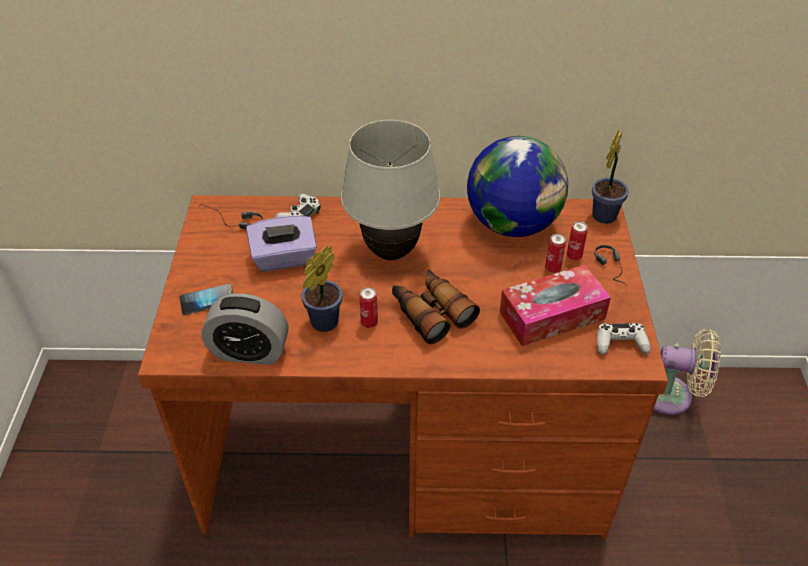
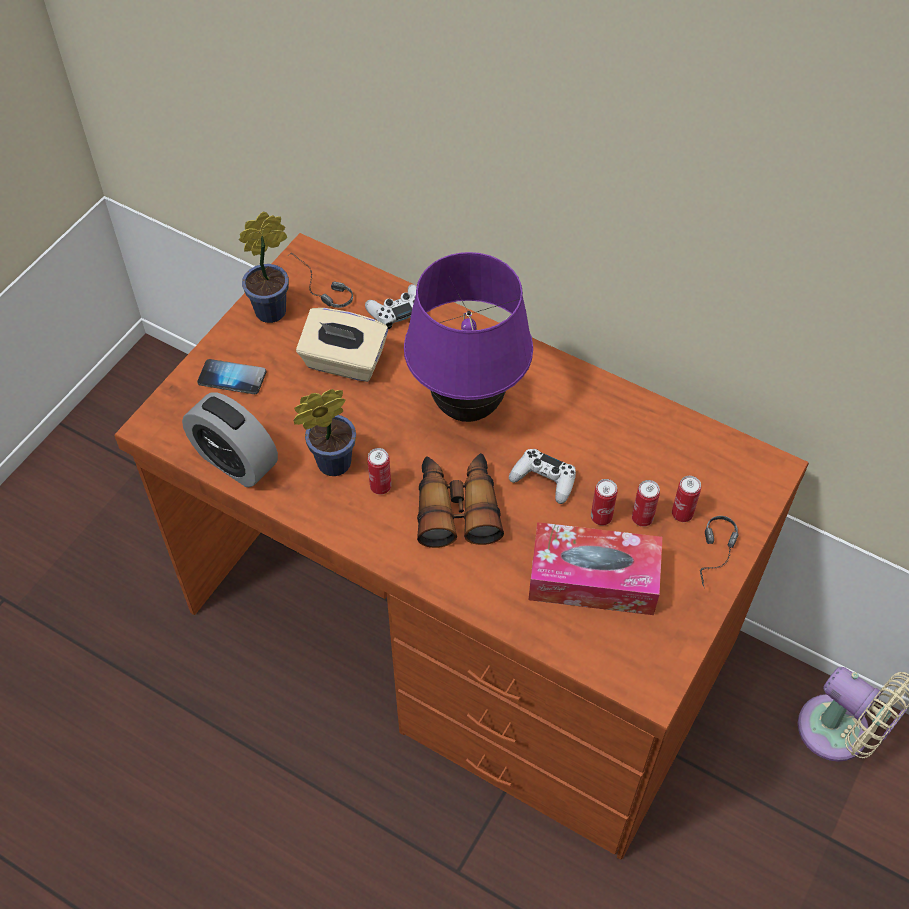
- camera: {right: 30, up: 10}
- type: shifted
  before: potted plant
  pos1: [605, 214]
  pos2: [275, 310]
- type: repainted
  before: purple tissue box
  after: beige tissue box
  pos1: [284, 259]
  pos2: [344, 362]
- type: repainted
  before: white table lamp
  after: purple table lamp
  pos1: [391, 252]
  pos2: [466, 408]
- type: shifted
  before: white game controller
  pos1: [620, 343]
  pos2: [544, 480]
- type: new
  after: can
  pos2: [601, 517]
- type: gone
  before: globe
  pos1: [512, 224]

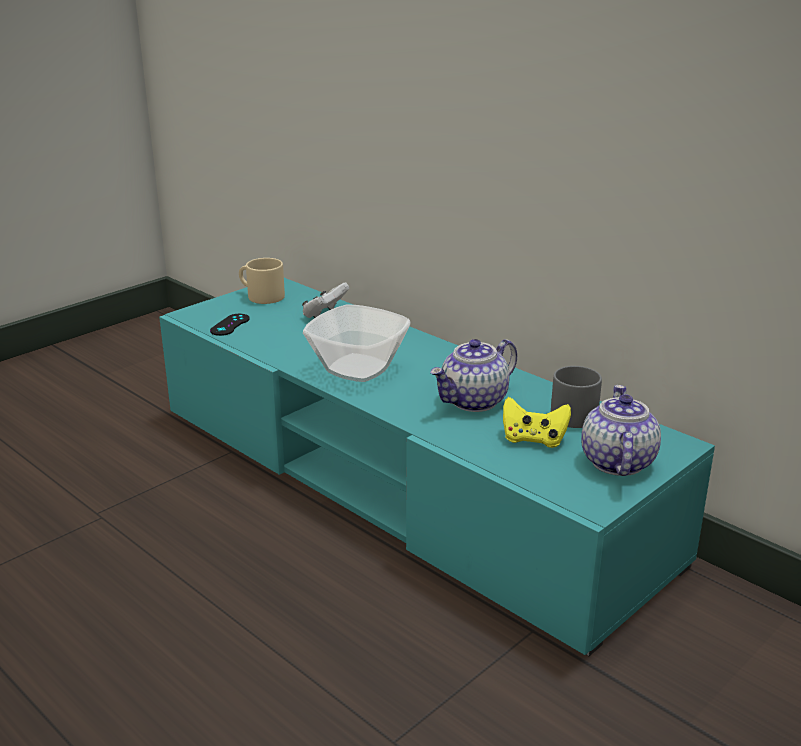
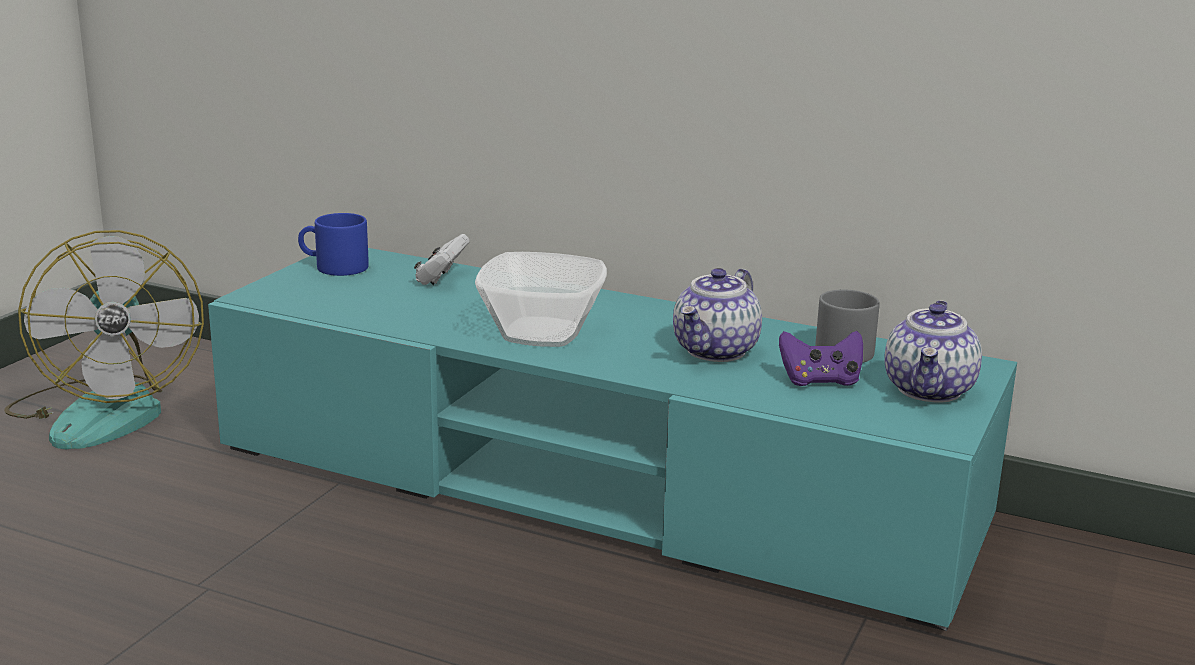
- camera: {right: -20, up: -5}
- type: new
  after: fan
  pos2: [105, 411]
- type: repainted
  before: beige mug
  after: blue mug
  pos1: [260, 296]
  pos2: [333, 267]
- type: repainted
  before: yellow game controller
  after: purple game controller
  pos1: [533, 439]
  pos2: [820, 381]
- type: rotated
  before: teapot
  pos1: [616, 462]
  pos2: [930, 390]
  turn: -150
- type: gone
  before: black game controller
  pos1: [230, 325]

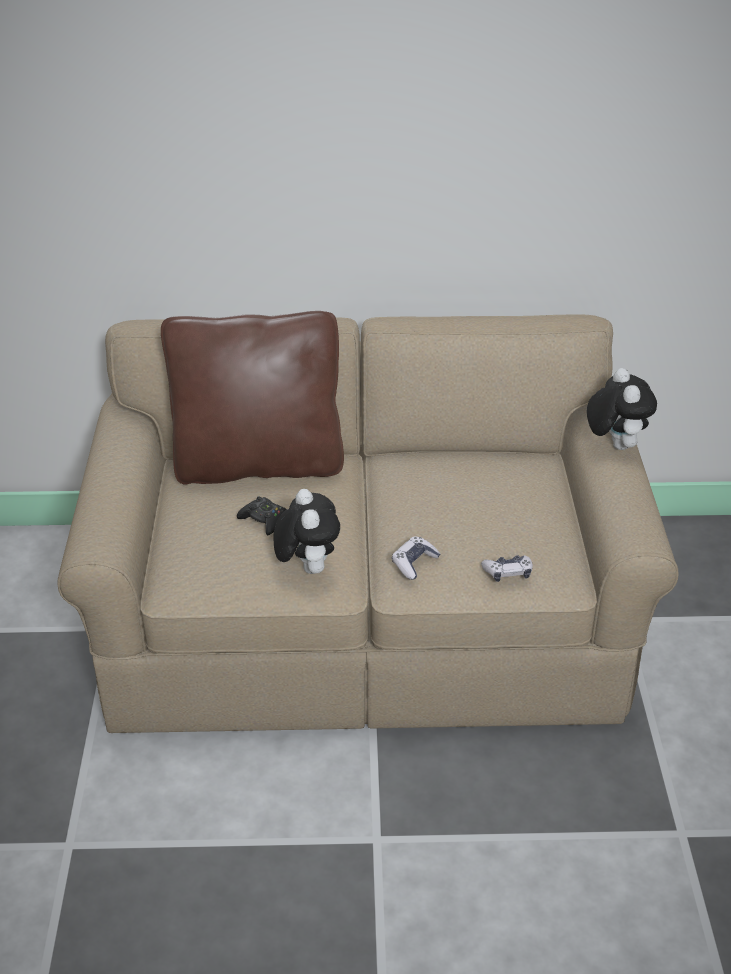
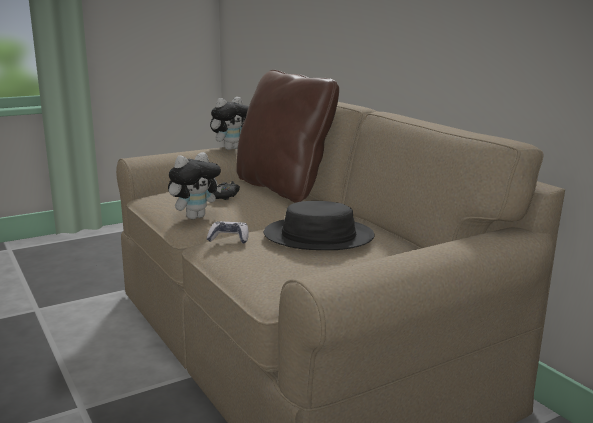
- camera: {right: 60, up: -20}
- type: shifted
  before: plush toy
  pos1: [614, 444]
  pos2: [231, 148]
- type: new
  after: black hat
  pos2: [318, 236]
- type: gone
  before: game controller
  pos1: [508, 573]

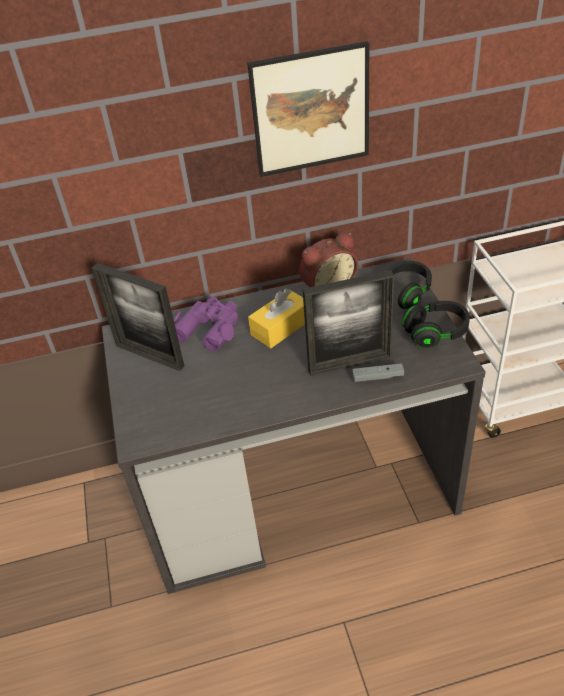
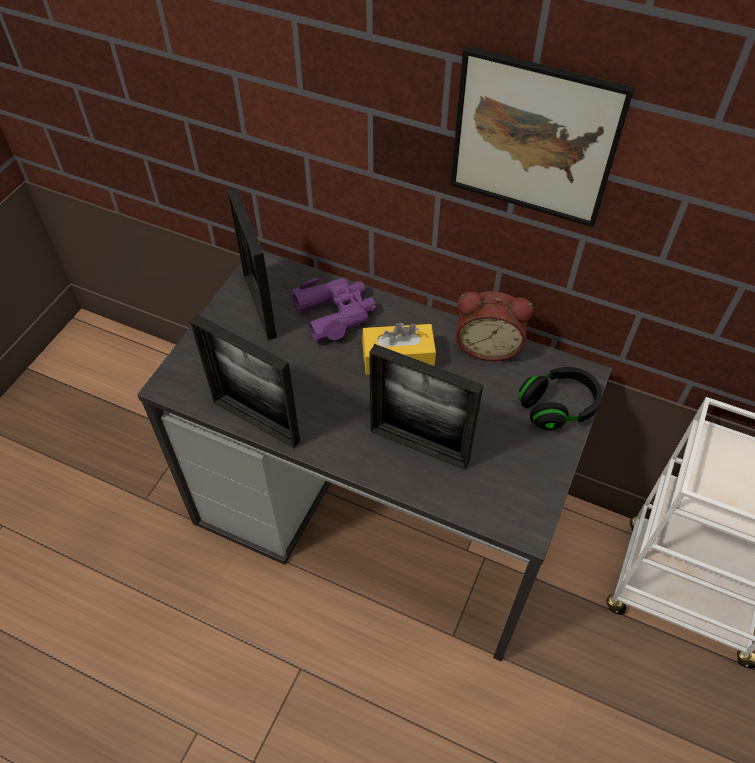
- camera: {right: 35, up: 10}
- type: new
  after: picture frame
  pos2: [256, 421]
- type: gone
  before: grey game controller
  pos1: [378, 377]
- type: gone
  before: black headphones
  pos1: [436, 333]

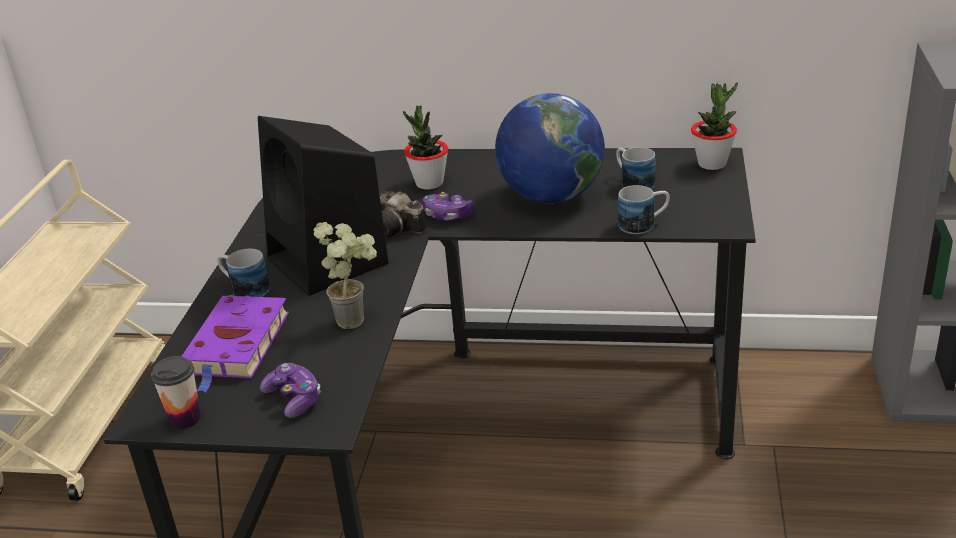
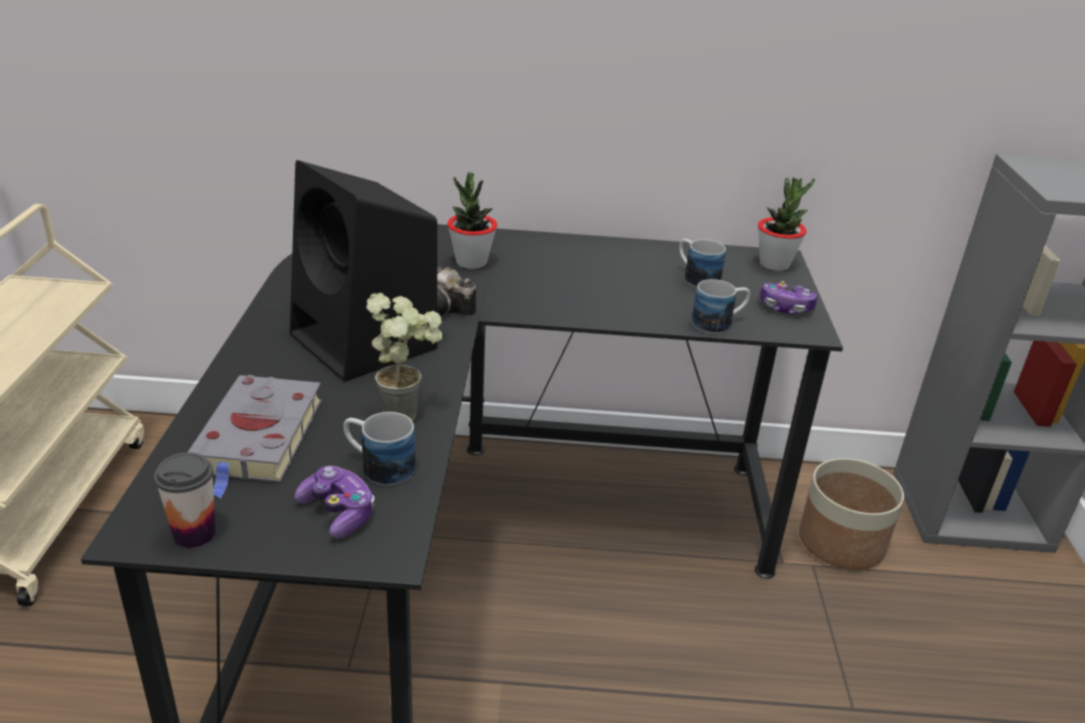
- camera: {right: -10, up: 0}
- type: repainted
  before: purple book
  after: grey book
  pos1: [236, 346]
  pos2: [257, 439]
- type: shifted
  before: mug
  pos1: [244, 289]
  pos2: [378, 466]
- type: shifted
  before: game controller
  pos1: [448, 215]
  pos2: [785, 307]
- type: new
  after: planter
  pos2: [840, 542]
- type: gone
  before: globe
  pos1: [551, 196]

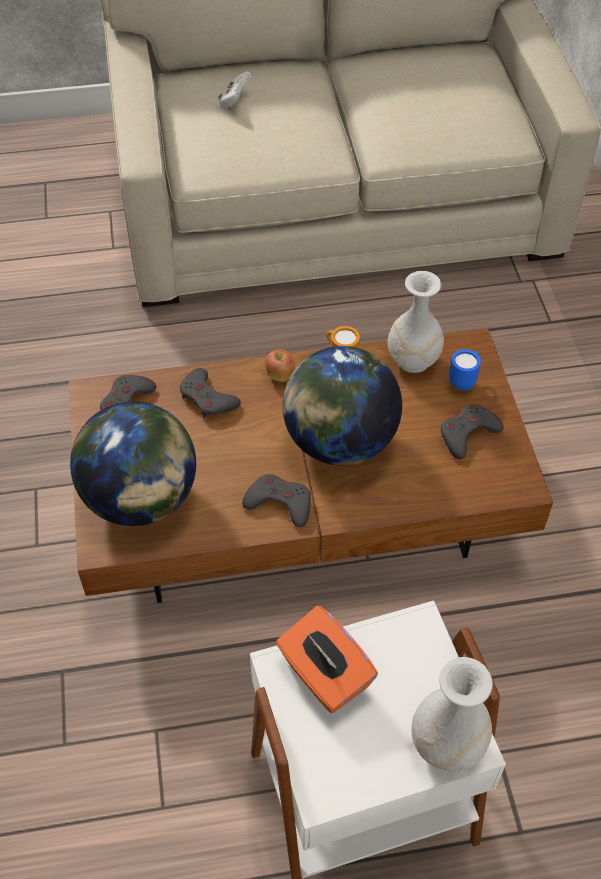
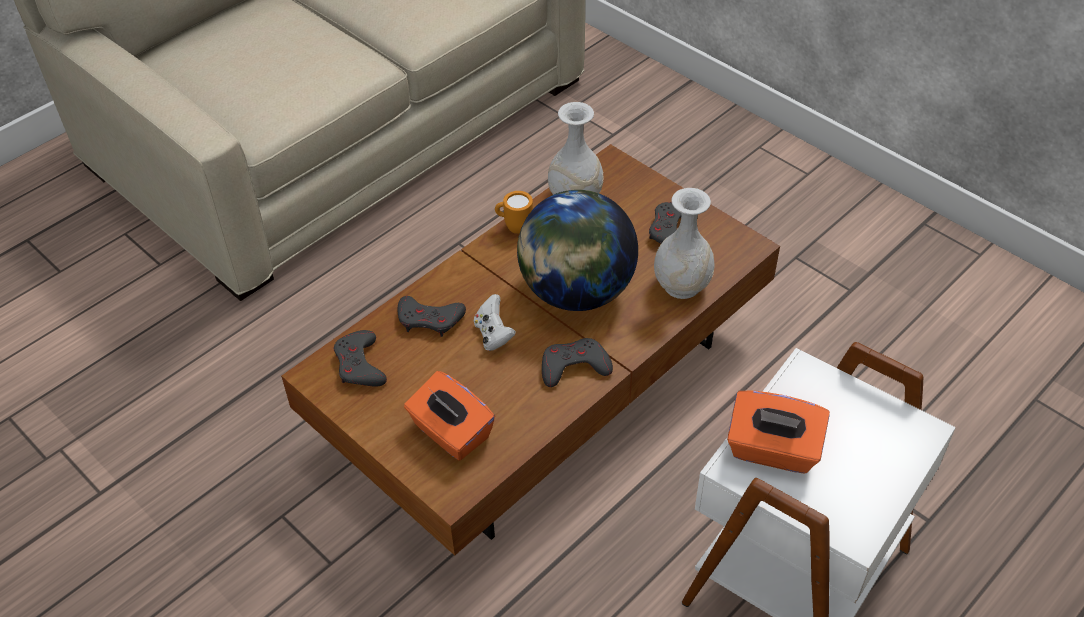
- camera: {right: -35, up: -5}
- type: swapped
  before: globe
  after: orange tissue box
  pos1: [141, 498]
  pos2: [451, 433]
- type: shifted
  before: white game controller
  pos1: [234, 101]
  pos2: [493, 335]
- type: shifted
  before: white vase
  pos1: [447, 745]
  pos2: [682, 286]
- type: gone
  before: apple
  pos1: [280, 375]
- type: gone
  before: blue mug
  pos1: [464, 381]

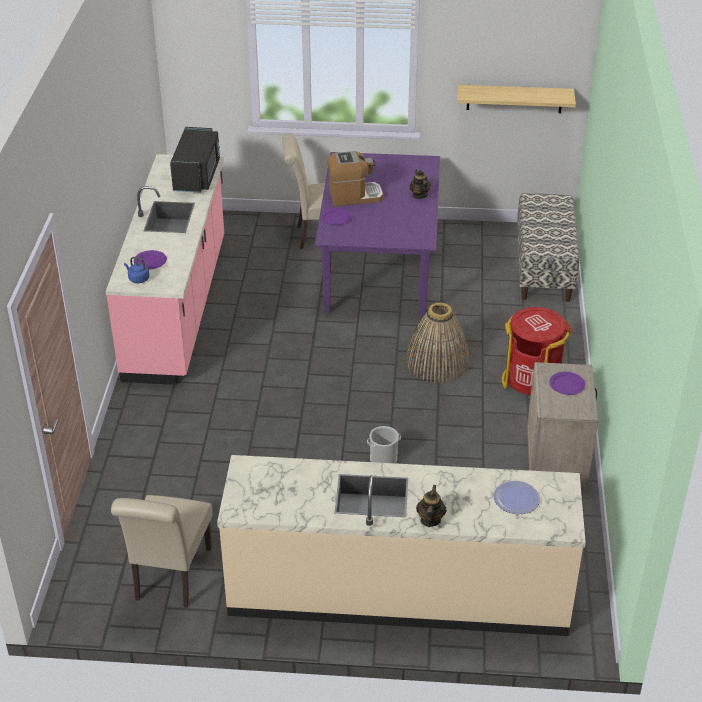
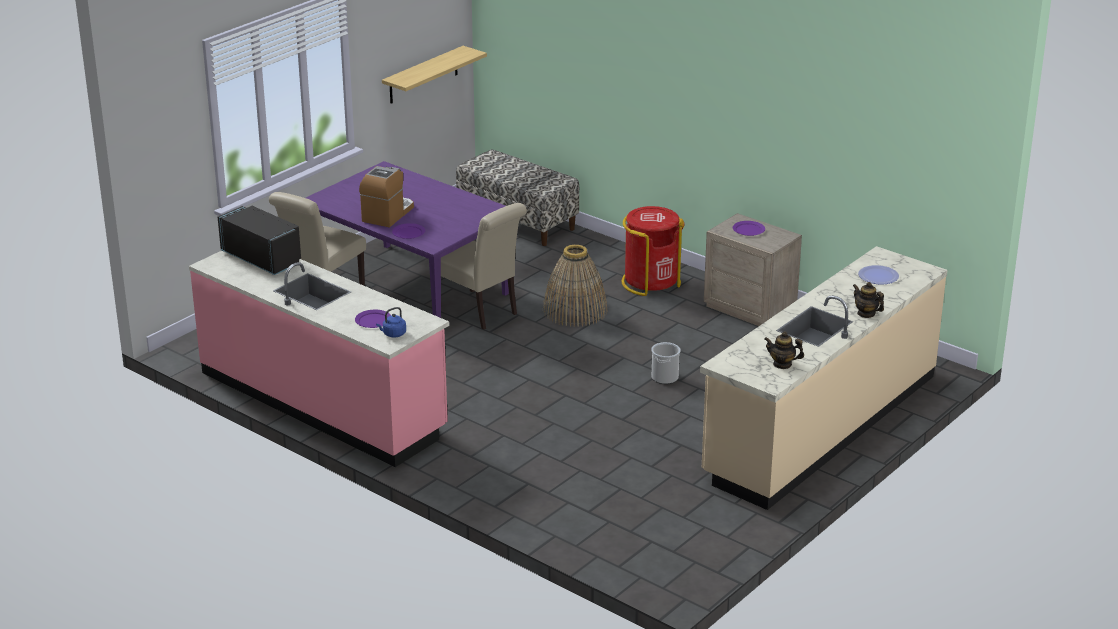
- camera: {right: -55, up: -10}
- type: shifted
  before: beige chair
  pos1: [170, 578]
  pos2: [480, 311]
- type: shifted
  before: teapot
  pos1: [419, 195]
  pos2: [782, 364]

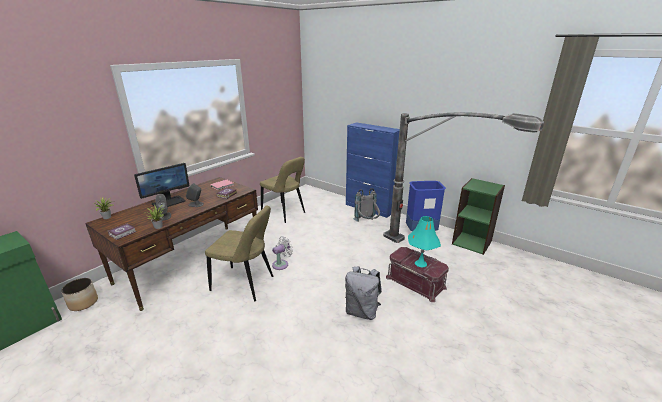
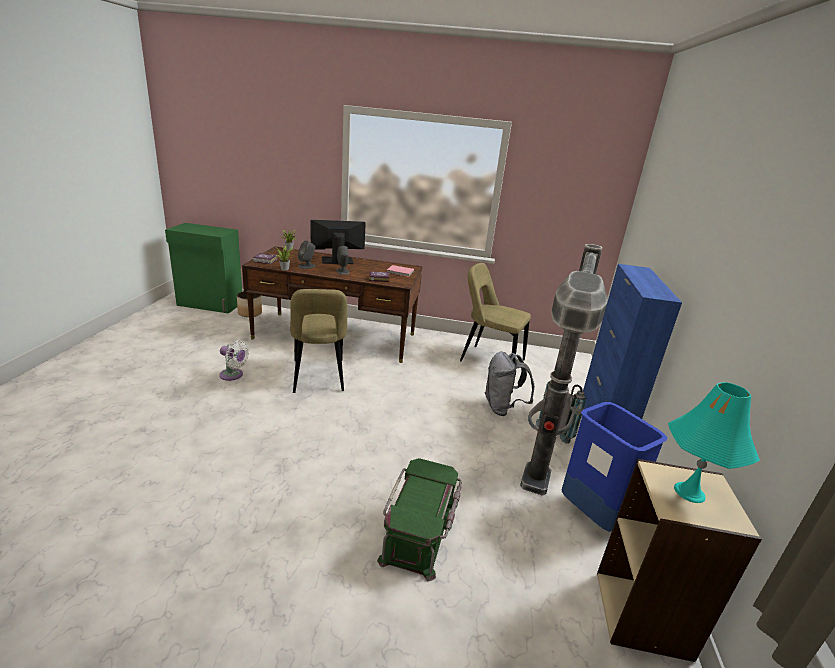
- camera: {right: 60, up: 0}
- type: shifted
  before: white fan
  pos1: [282, 264]
  pos2: [233, 375]
- type: rotated
  before: monitor
  pos1: [168, 202]
  pos2: [337, 261]
  turn: 150
- type: repainted
  before: red storage box
  after: green storage box
  pos1: [416, 282]
  pos2: [420, 532]
- type: rotated
  before: beige chair
  pos1: [284, 213]
  pos2: [489, 360]
  turn: 105
- type: shifted
  before: grey backpack
  pos1: [362, 311]
  pos2: [502, 408]
- type: repainted
  before: green bookcase
  after: beige bookcase
  pos1: [472, 242]
  pos2: [643, 614]
- type: shifted
  before: turquoise table lamp
  pos1: [420, 263]
  pos2: [689, 492]

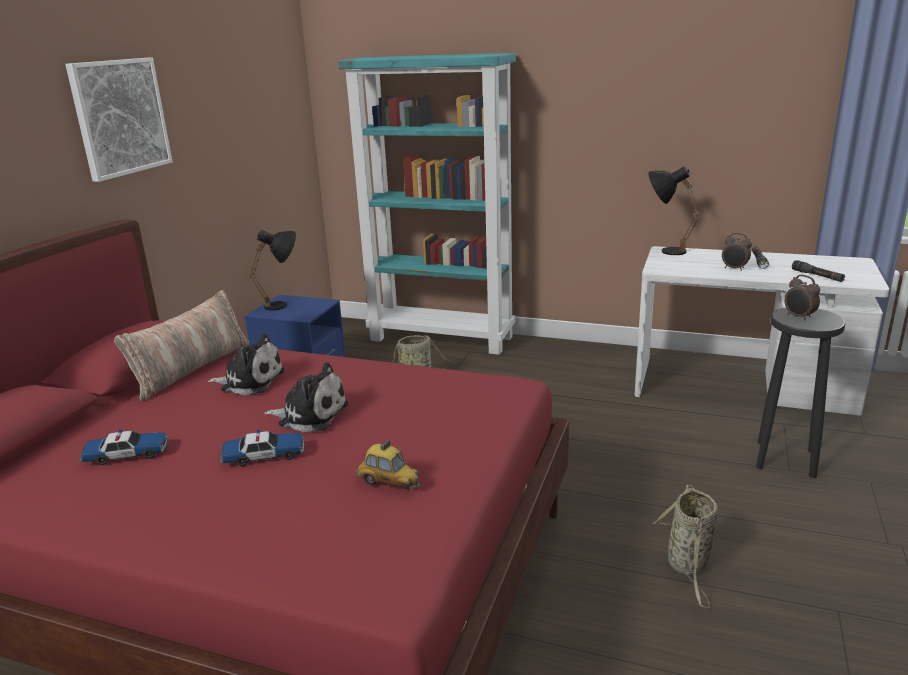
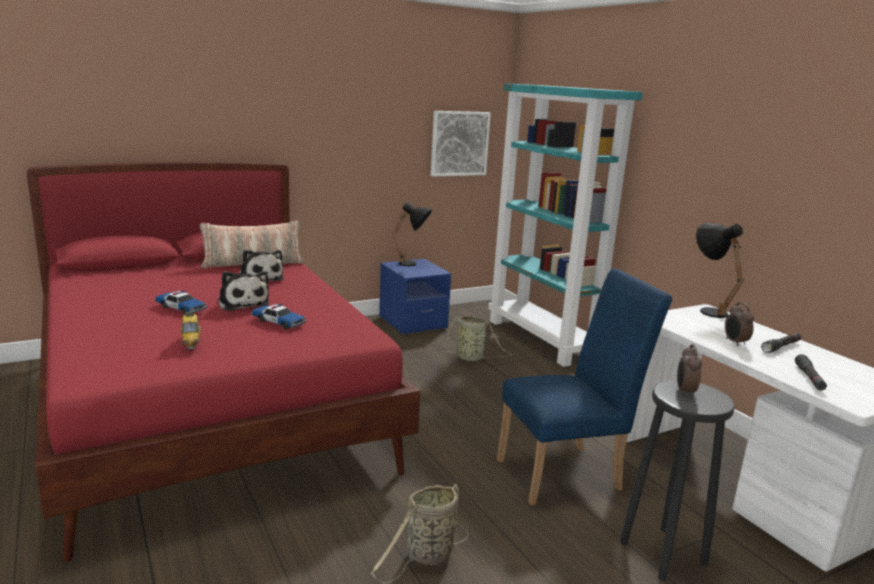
- camera: {right: 40, up: -5}
- type: shifted
  before: toy car
  pos1: [127, 454]
  pos2: [278, 322]
- type: shifted
  before: picture
  pos1: [120, 117]
  pos2: [459, 143]
- type: new
  after: blue chair
  pos2: [567, 473]

